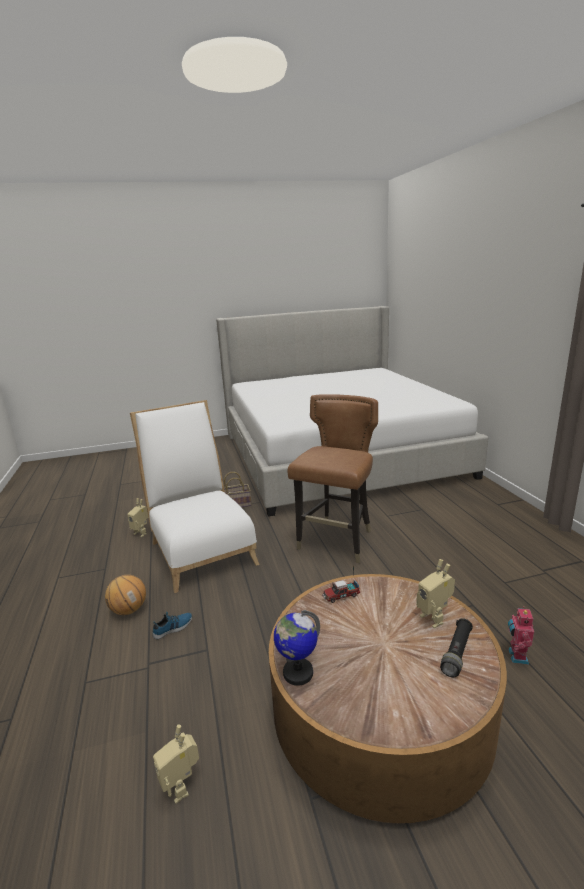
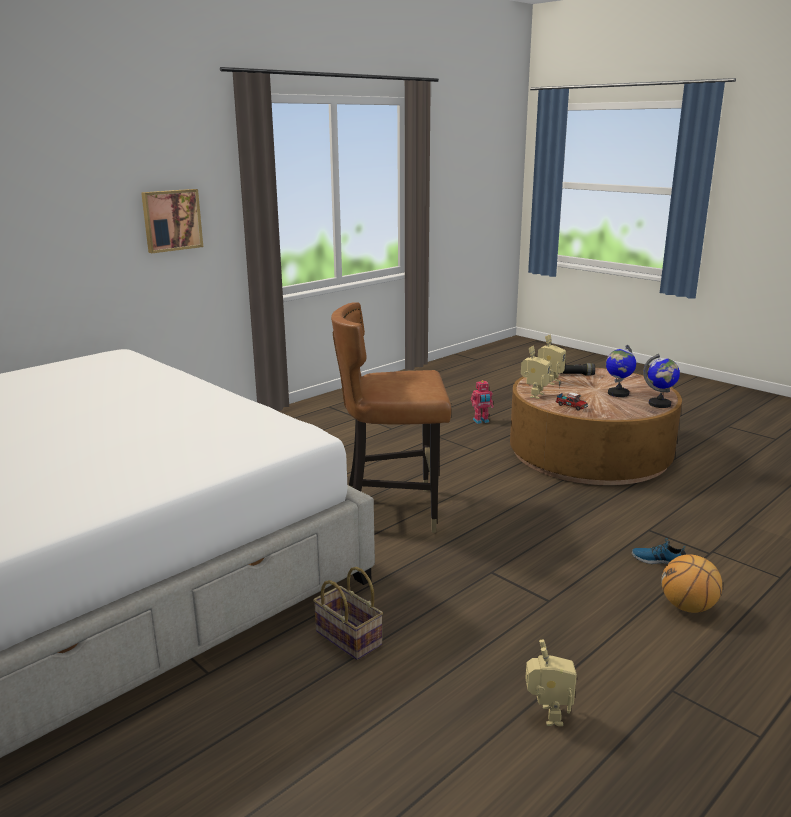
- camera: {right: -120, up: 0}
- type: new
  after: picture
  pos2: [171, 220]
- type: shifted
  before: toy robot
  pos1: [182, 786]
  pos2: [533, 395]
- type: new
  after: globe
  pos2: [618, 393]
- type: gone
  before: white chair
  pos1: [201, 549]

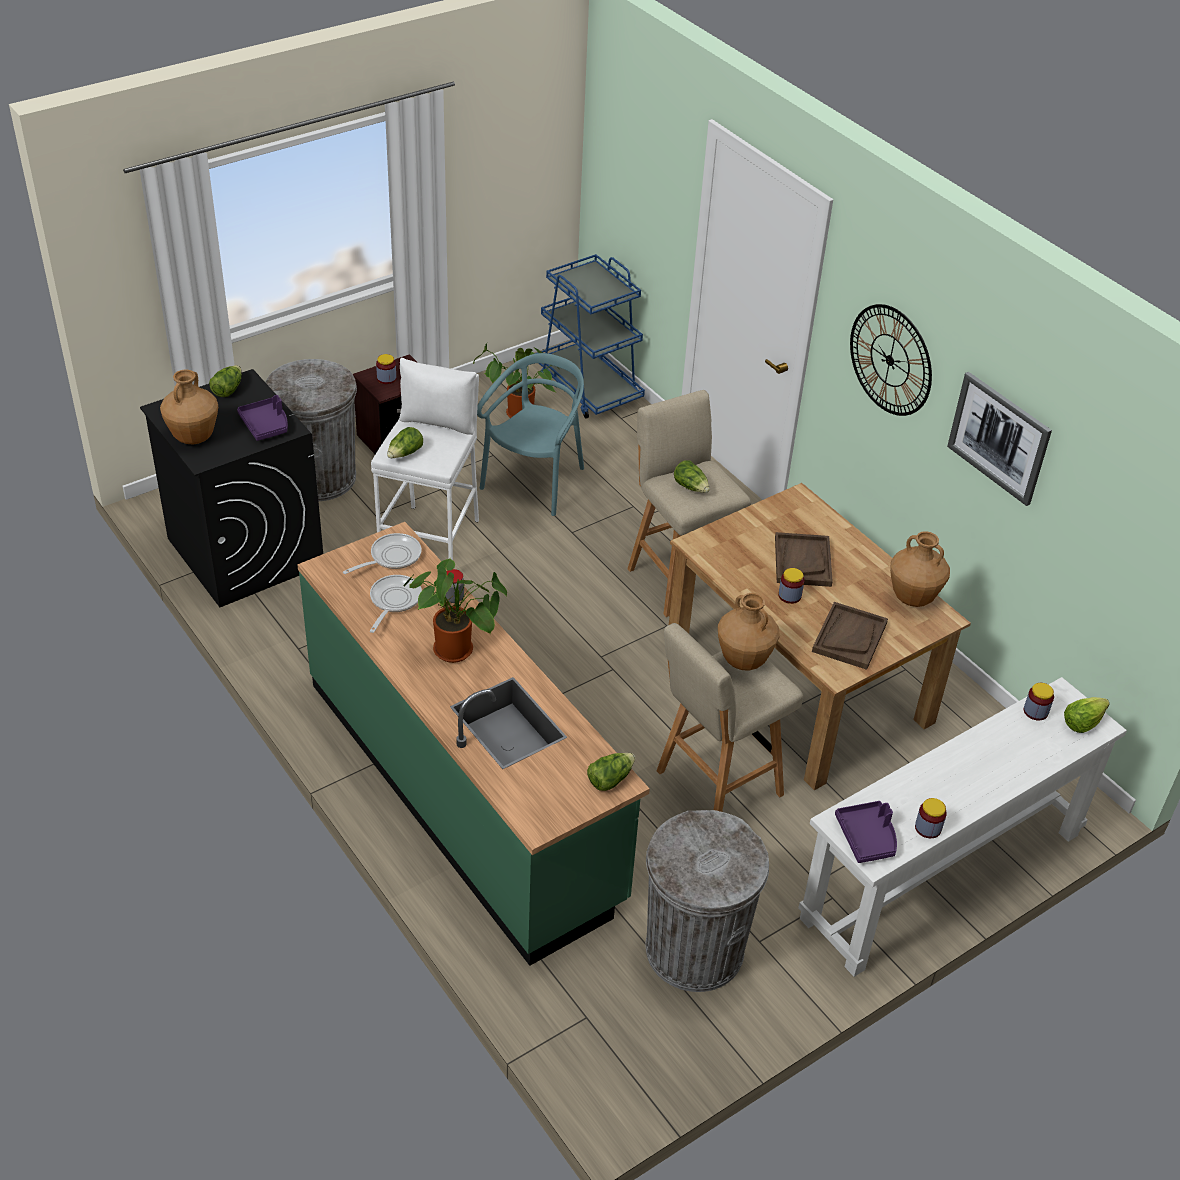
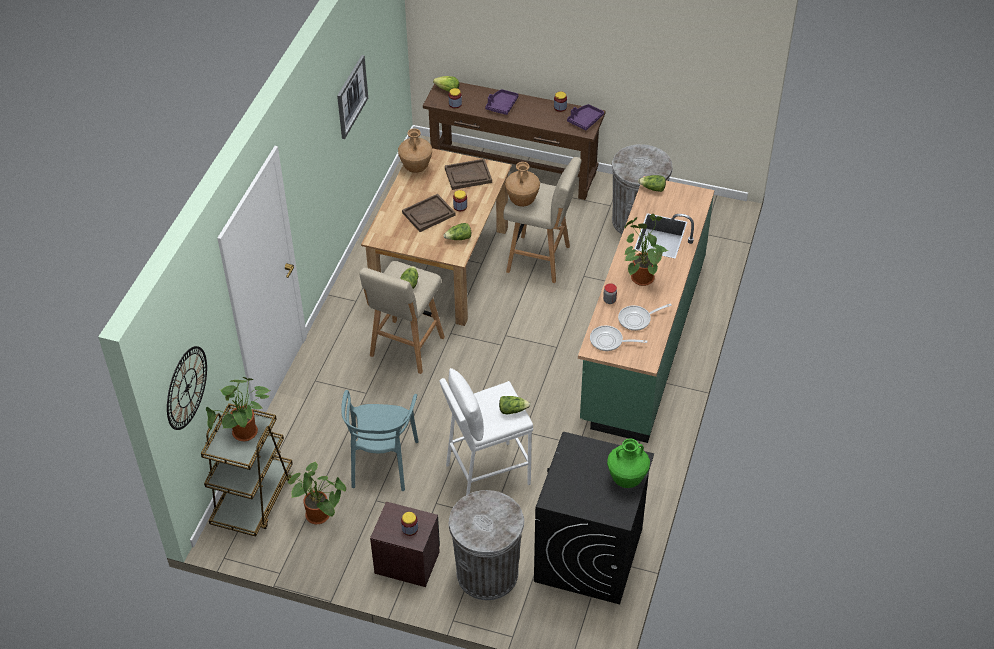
- camera: {right: -125, up: 5}
- type: shifted
  before: wall clock
  pos1: [890, 360]
  pos2: [187, 388]
- type: repainted
  before: blue cart
  after: brown cart
  pos1: [588, 388]
  pos2: [253, 499]
- type: new
  after: potted plant
  pos2: [245, 435]
- type: rotated
  before: turquoise chair
  pos1: [535, 481]
  pos2: [382, 462]
  turn: -75
- type: repainted
  before: white console table
  after: brown console table
  pos1: [942, 875]
  pos2: [513, 170]
- type: shifted
  before: lettuce
  pos1: [228, 389]
  pos2: [459, 238]
- type: shifted
  before: purple tray
  pos1: [266, 425]
  pos2: [501, 105]
- type: repainted
  before: brown vase
  after: green vase
  pos1: [193, 438]
  pos2: [627, 479]

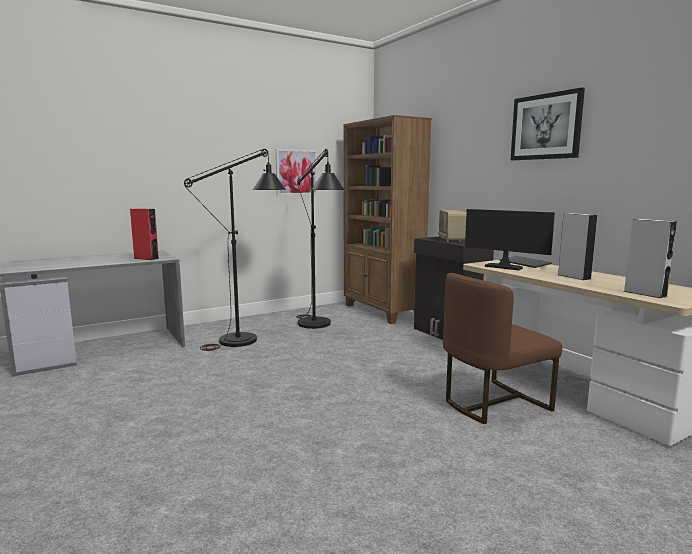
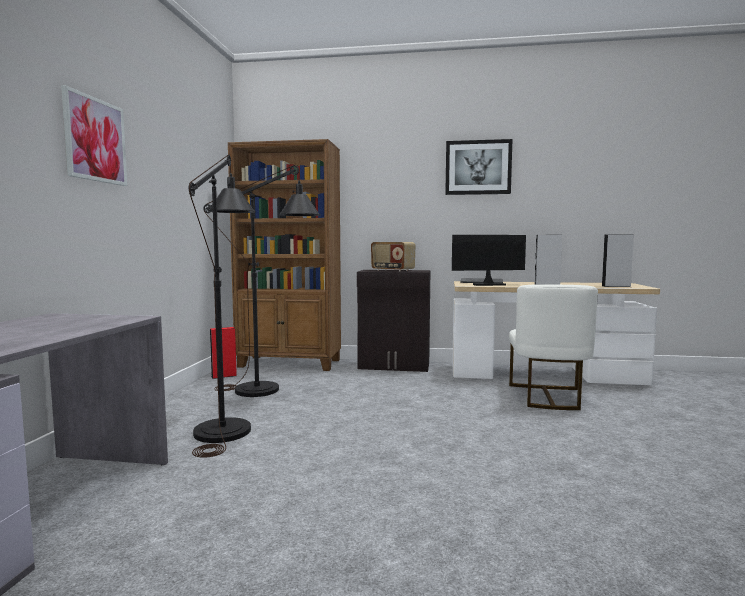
- camera: {right: -50, up: -5}
- type: shifted
  before: picture
  pos1: [296, 172]
  pos2: [95, 140]
- type: shifted
  before: red speaker
  pos1: [146, 258]
  pos2: [224, 376]
- type: repainted
  before: brown chair
  after: white chair
  pos1: [493, 403]
  pos2: [547, 397]

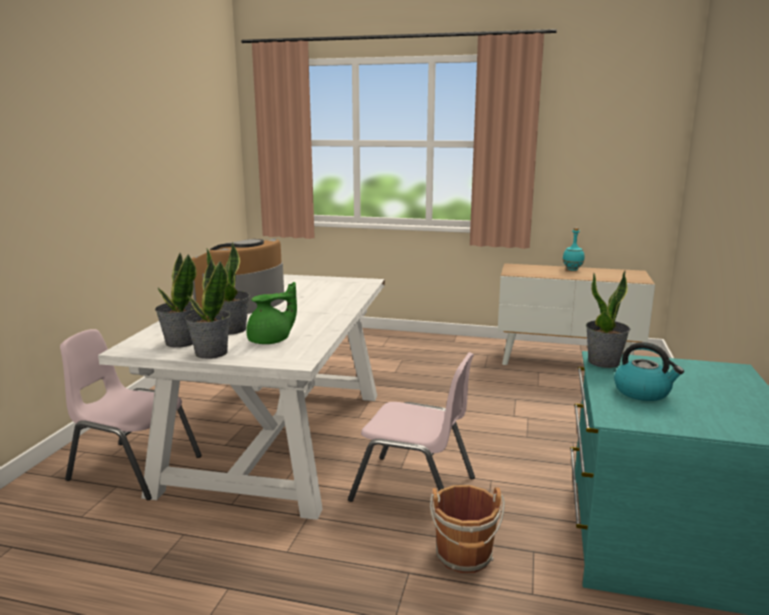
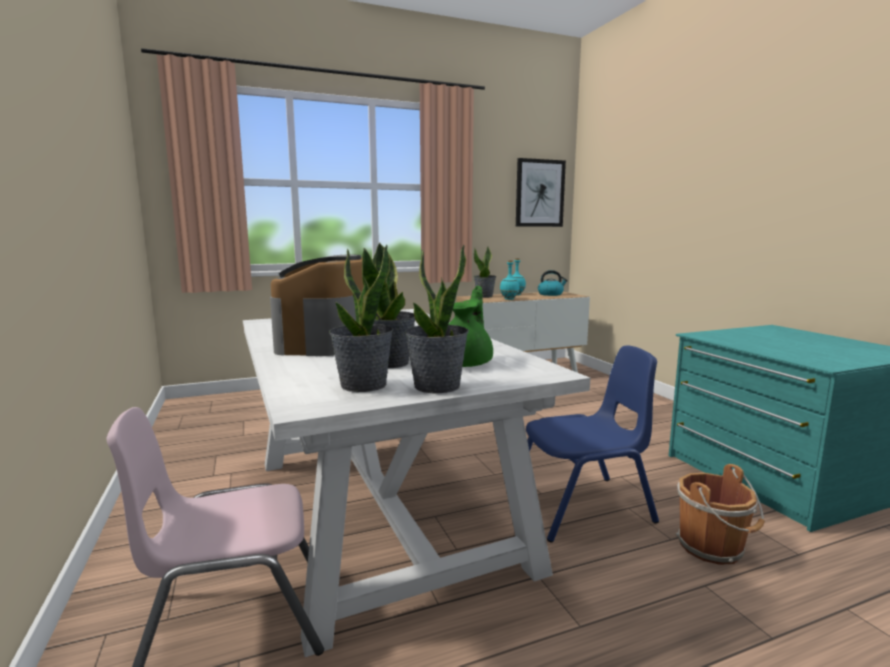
- camera: {right: -35, up: -5}
- type: shifted
  before: potted plant
  pos1: [604, 362]
  pos2: [484, 296]
- type: new
  after: turquoise bottle
  pos2: [509, 299]
- type: new
  after: picture
  pos2: [539, 193]
- type: repainted
  before: pink chair
  after: blue chair
  pos1: [414, 489]
  pos2: [582, 507]
- type: shifted
  before: kettle
  pos1: [643, 392]
  pos2: [551, 294]

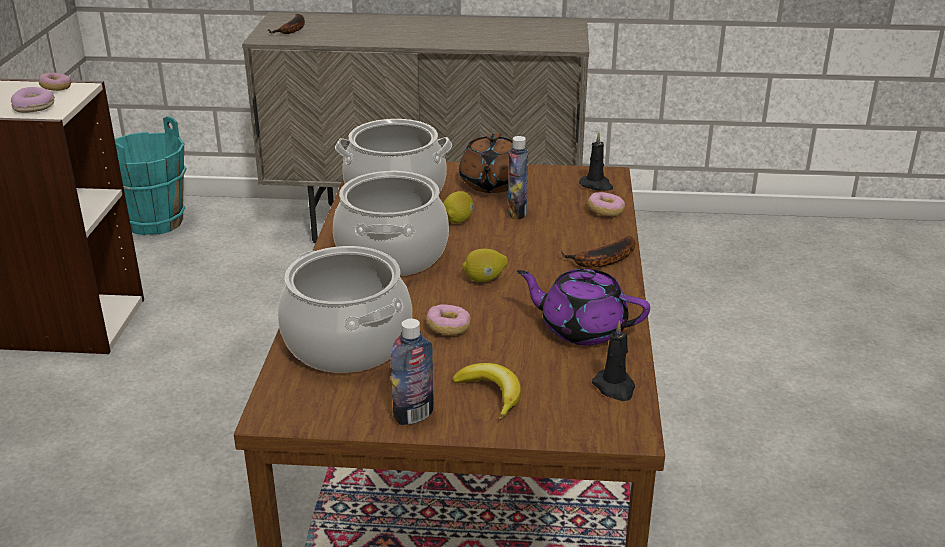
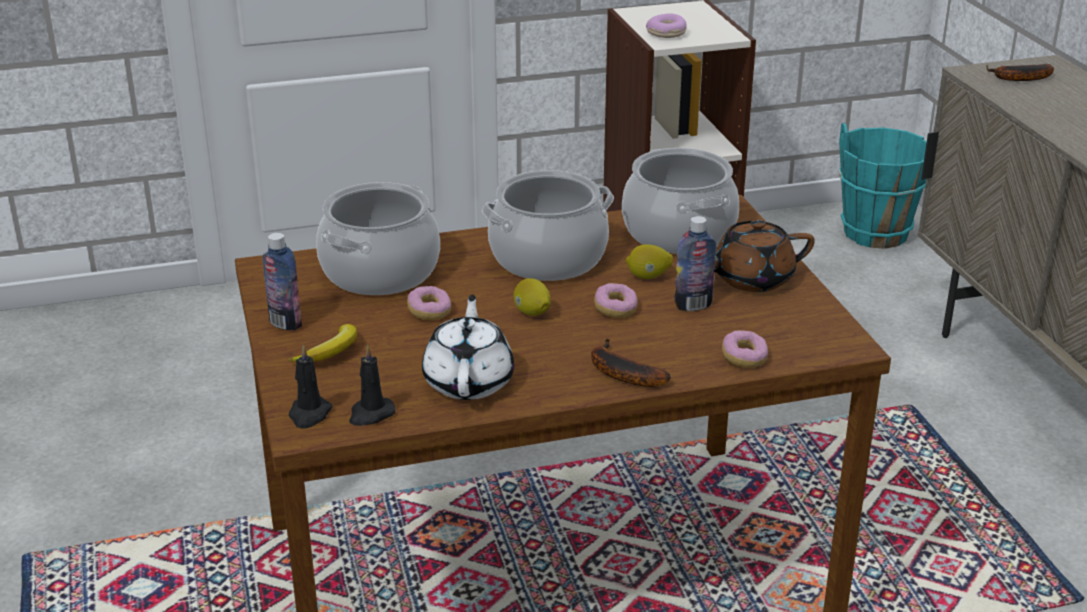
- camera: {right: 70, up: 0}
- type: shifted
  before: black candle
  pos1: [596, 185]
  pos2: [309, 414]
- type: repainted
  before: purple teapot
  after: white teapot
  pos1: [581, 328]
  pos2: [469, 381]
- type: shifted
  before: donut
  pos1: [56, 88]
  pos2: [615, 309]

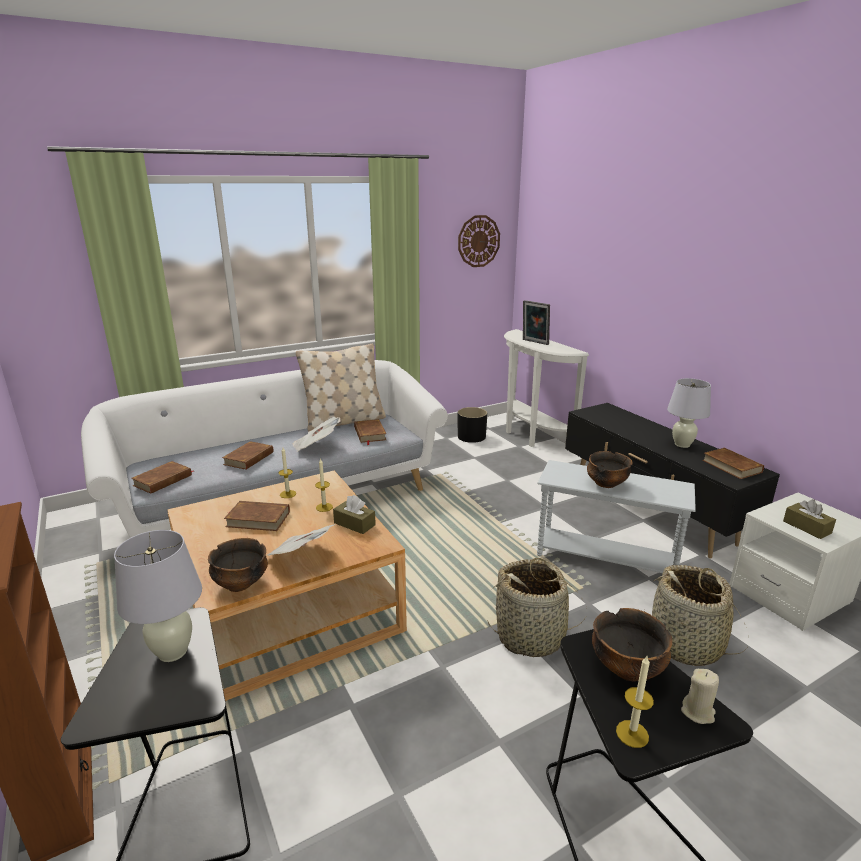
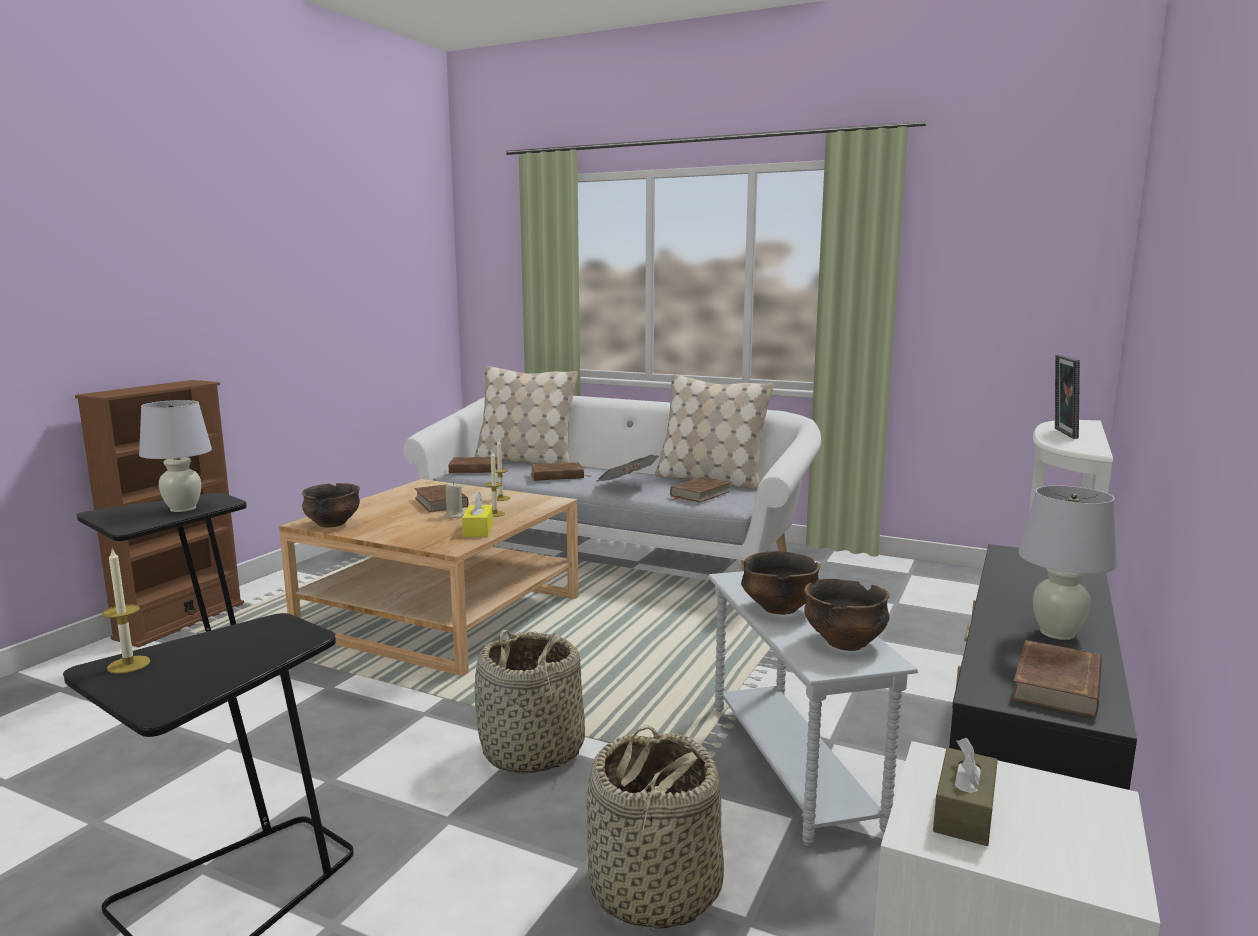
- camera: {right: 55, up: -10}
- type: shifted
  before: beige candle
  pos1: [698, 712]
  pos2: [455, 515]
- type: repainted
  before: brown tissue box
  after: yellow tissue box
  pos1: [354, 524]
  pos2: [478, 530]
- type: new
  after: beige pillow
  pos2: [525, 461]
- type: shifted
  before: bowl
  pos1: [627, 668]
  pos2: [845, 642]
- type: gone
  before: newspaper
  pos1: [301, 556]
- type: gone
  before: wall clock
  pos1: [478, 241]
- type: gone
  before: black planter
  pos1: [471, 437]

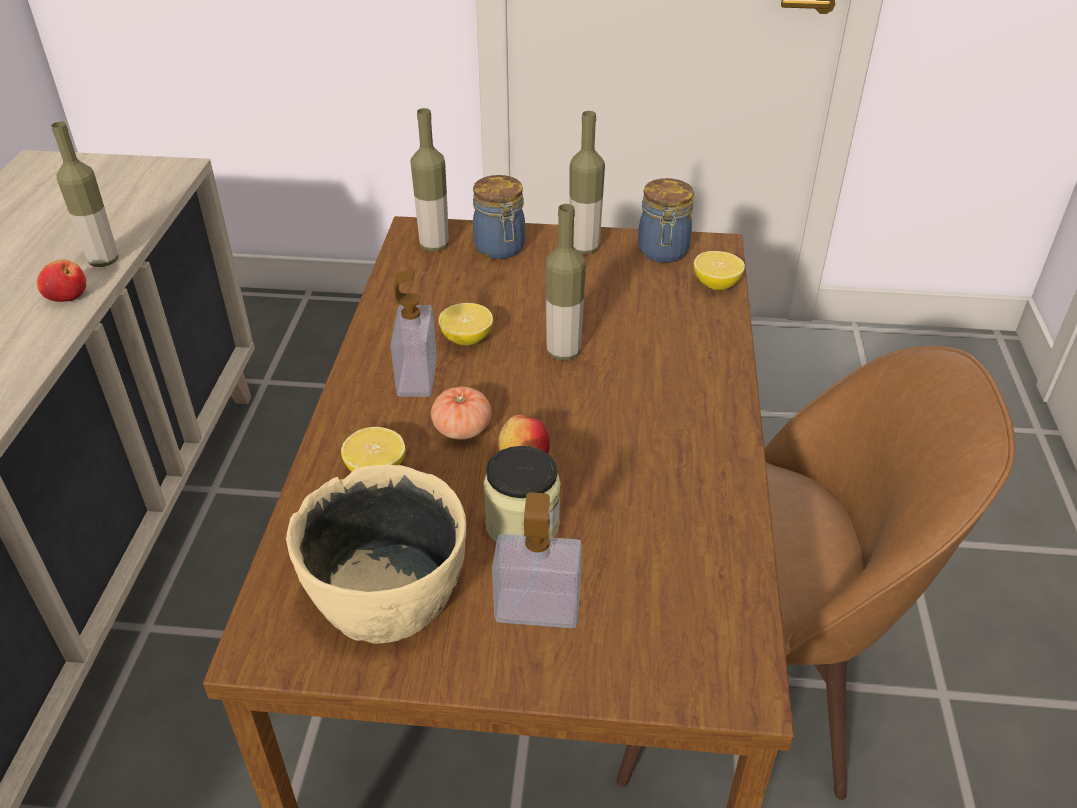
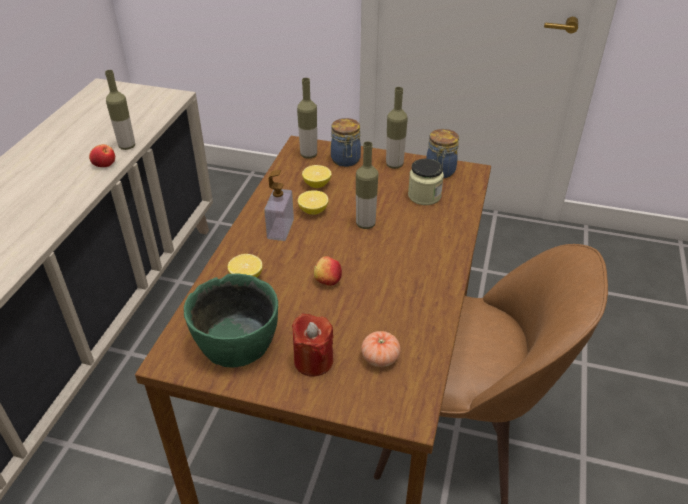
- camera: {right: 10, up: 0}
- type: repainted
  before: beige bowl
  after: green bowl
  pos1: [389, 595]
  pos2: [237, 343]
- type: swapped
  before: soap dispenser
  after: red candle
  pos1: [537, 609]
  pos2: [313, 361]
- type: shifted
  before: lemon
  pos1: [716, 284]
  pos2: [317, 184]
- type: shifted
  before: tomato
  pos1: [462, 428]
  pos2: [380, 358]
- type: shifted
  before: jar
  pos1: [522, 524]
  pos2: [424, 196]

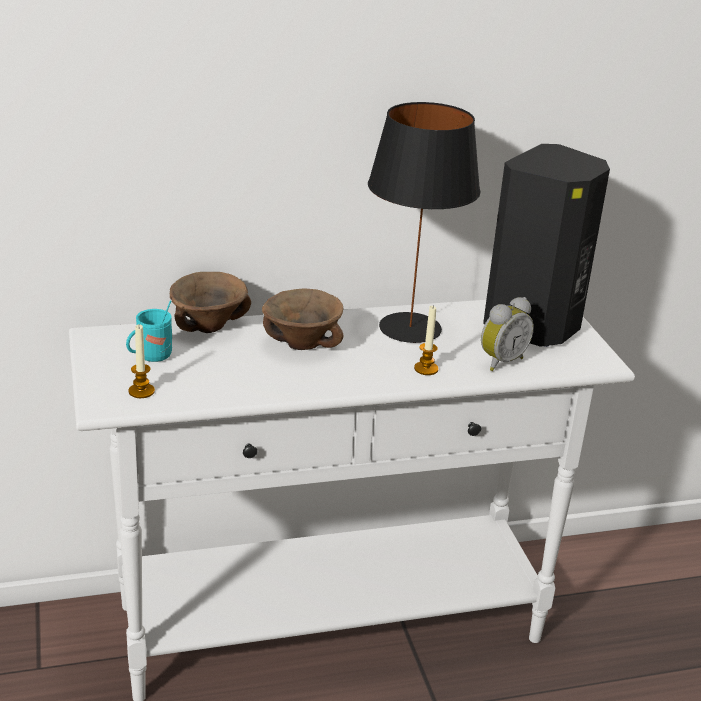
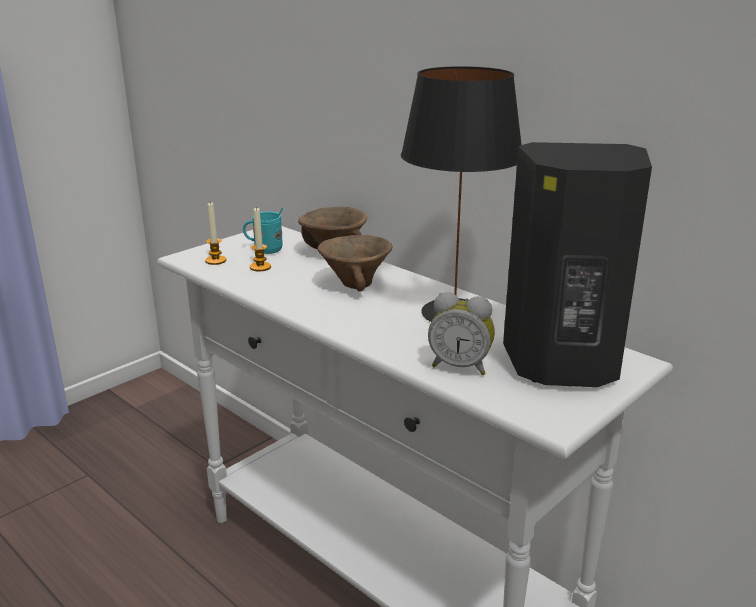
- camera: {right: 60, up: -5}
- type: shifted
  before: candle
  pos1: [426, 369]
  pos2: [260, 267]

